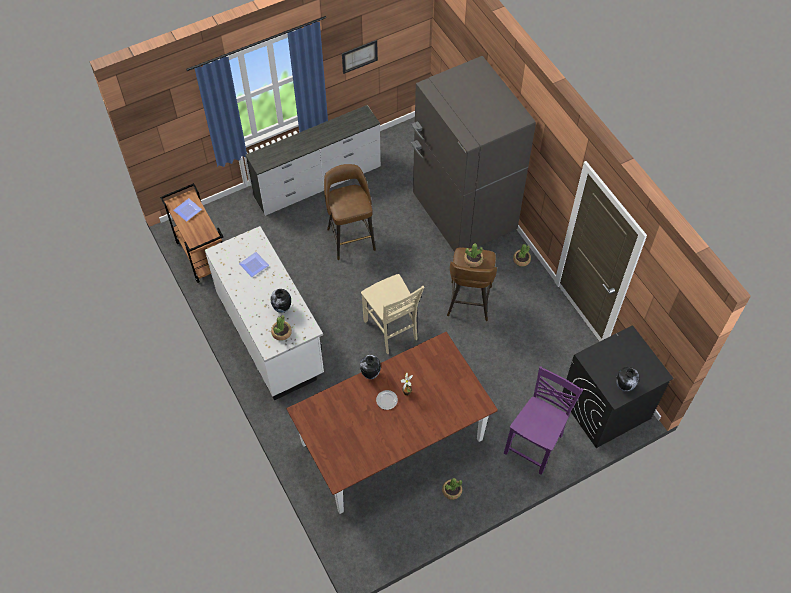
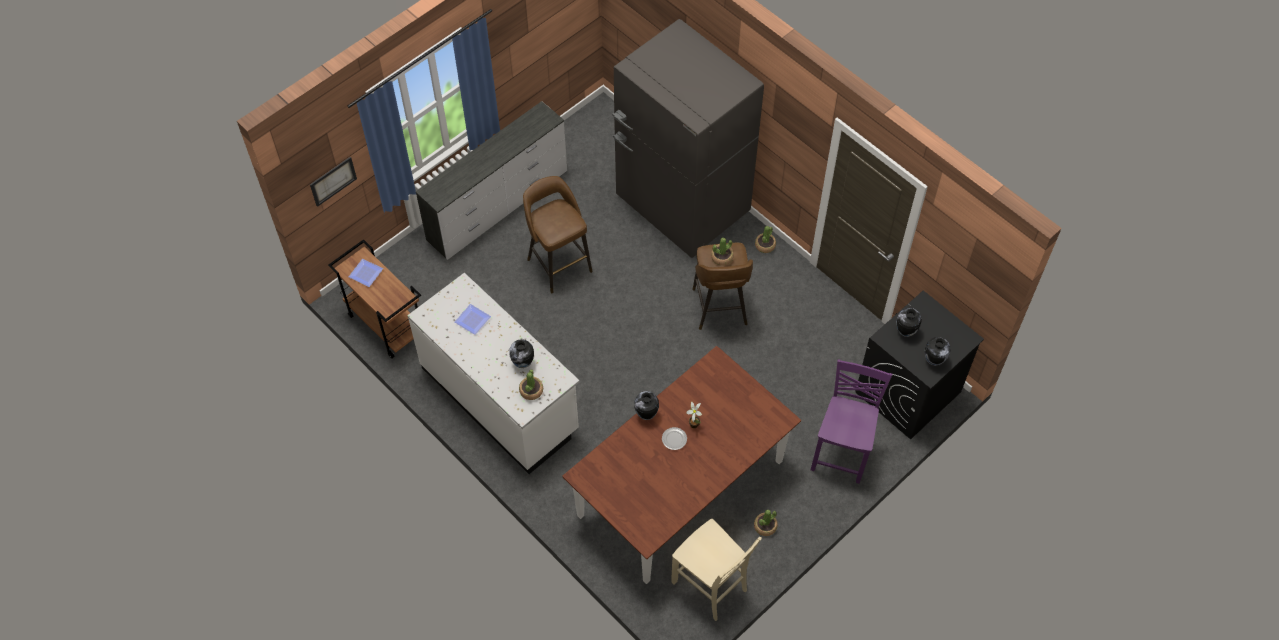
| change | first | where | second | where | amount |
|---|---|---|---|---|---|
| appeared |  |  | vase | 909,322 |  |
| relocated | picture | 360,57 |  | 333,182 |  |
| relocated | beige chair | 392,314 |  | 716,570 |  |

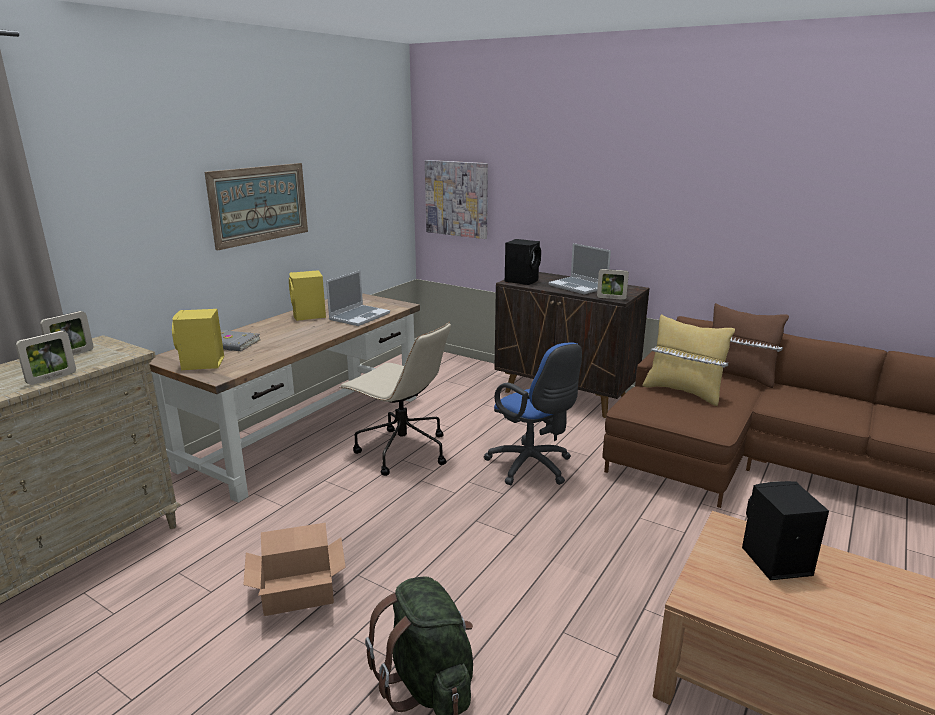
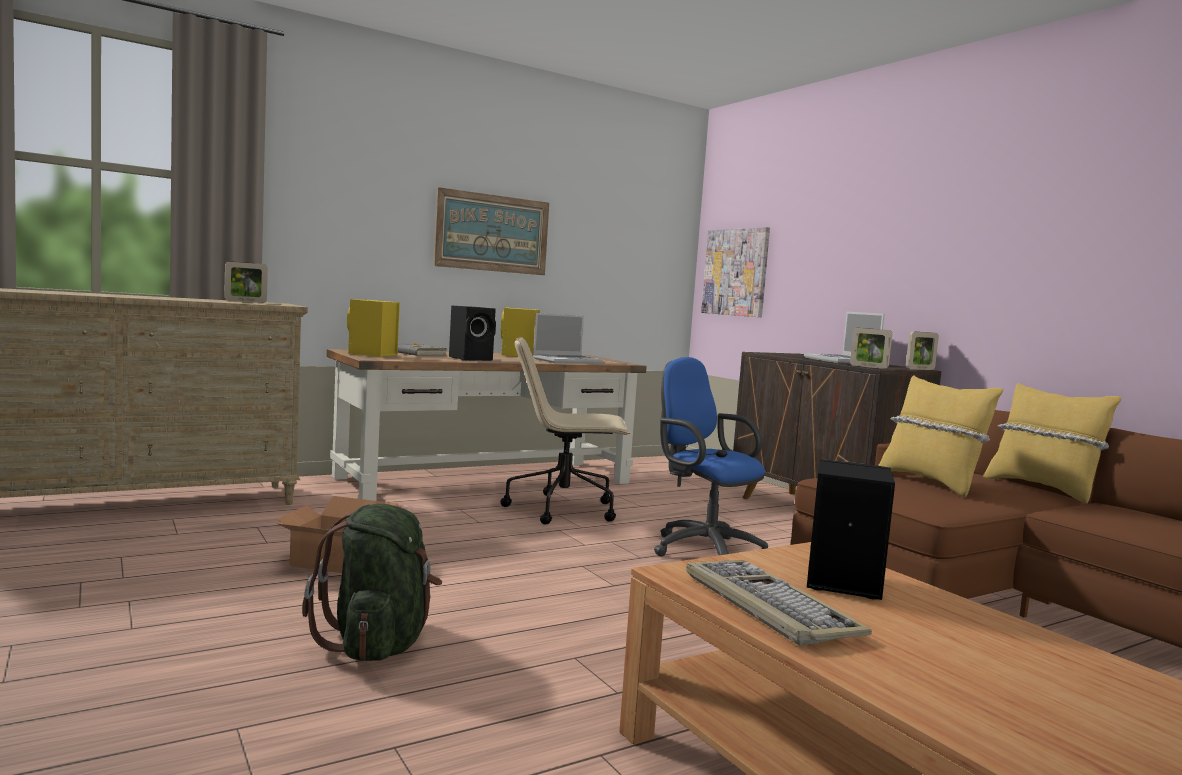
| change | first | where | second | where | amount |
|---|---|---|---|---|---|
| appeared |  |  | keyboard | 779,603 |  |
| relocated | picture frame | 45,358 |  | 922,350 |  |
| relocated | black speaker | 523,262 |  | 472,333 |  |
| colour | brown pillow | 751,345 | yellow pillow | 1052,443 |  |
| spun | beige office chair | 395,399 |  | 565,430 | 120 degrees clockwise |
| spun | blue office chair | 533,413 |  | 711,457 | 150 degrees clockwise |

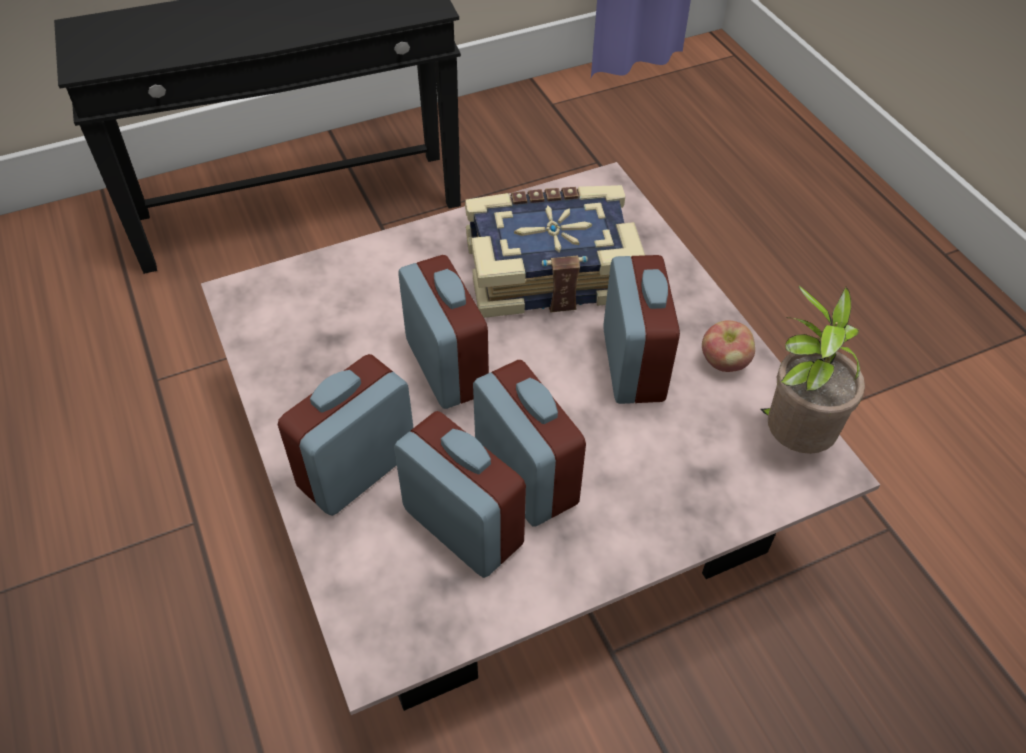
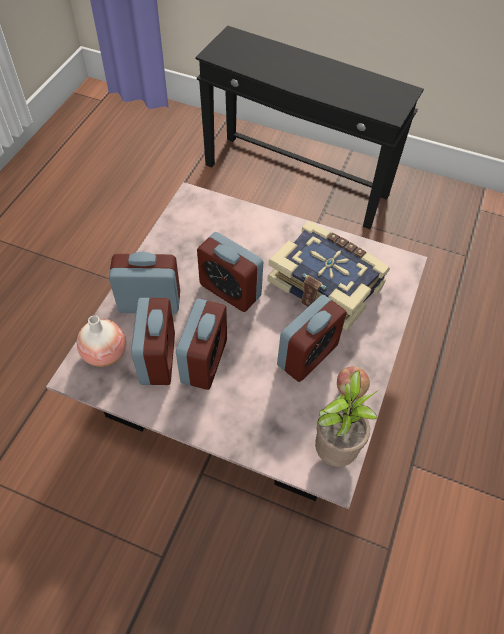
| change | first | where | second | where | amount |
|---|---|---|---|---|---|
| appeared |  |  | vase | 101,341 |  |
| spun | alarm clock | 443,332 |  | 230,272 | 105 degrees clockwise |

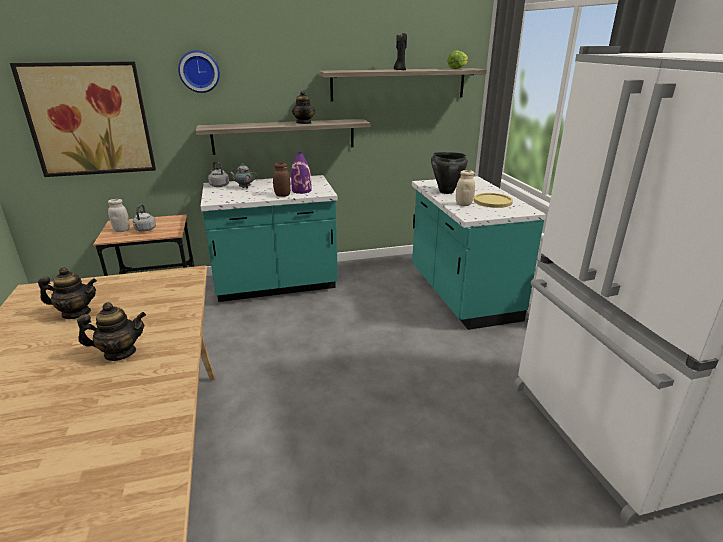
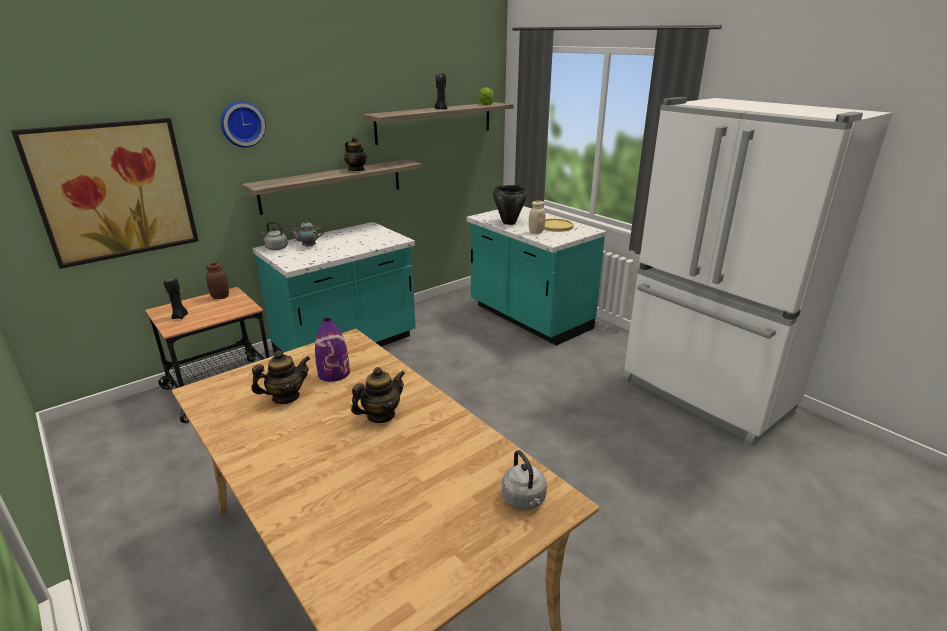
| change | first | where | second | where | amount |
|---|---|---|---|---|---|
| relocated | grey kettle | 144,218 |  | 524,480 |  |
| relocated | brown jar | 282,180 |  | 217,281 |  |
| relocated | purple vase | 301,173 |  | 332,350 |  |
| exchanged | white jar | 119,215 | black candle | 176,298 |  |

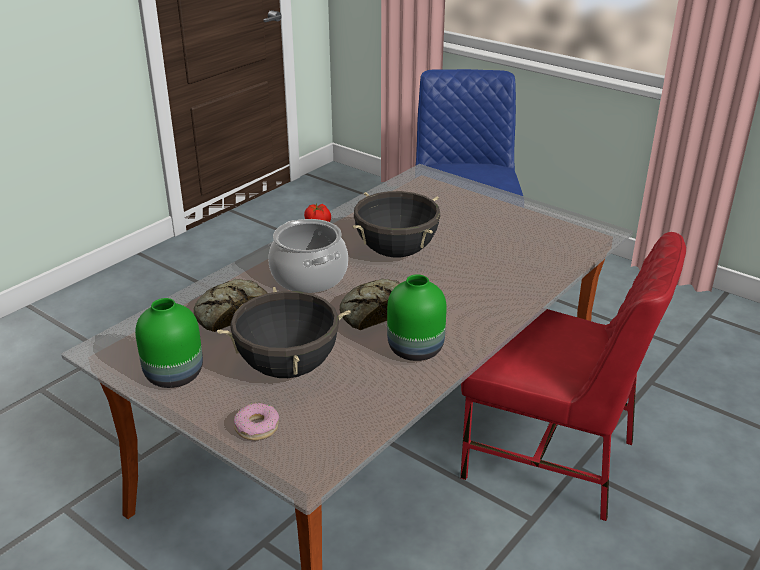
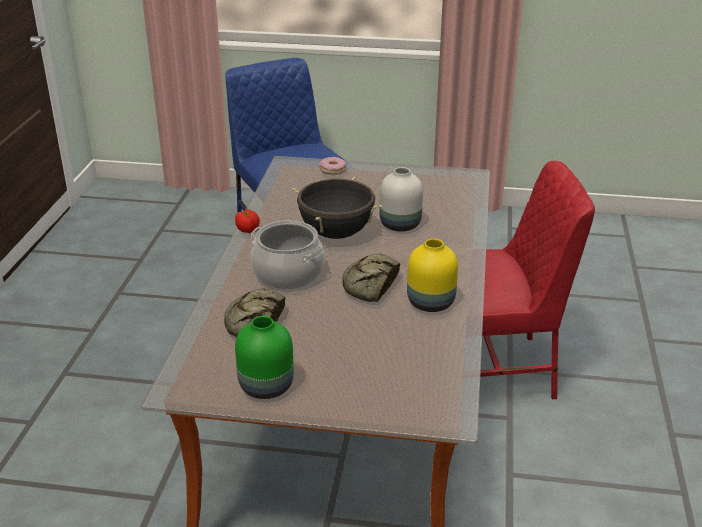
| change | first | where | second | where | amount |
|---|---|---|---|---|---|
| missing | black cooking pot | 283,332 |  |  |  |
| appeared |  |  | white vase | 401,199 |  |
| relocated | donut | 257,421 |  | 332,165 |  |
| colour | green vase | 417,317 | yellow vase | 432,275 |  |

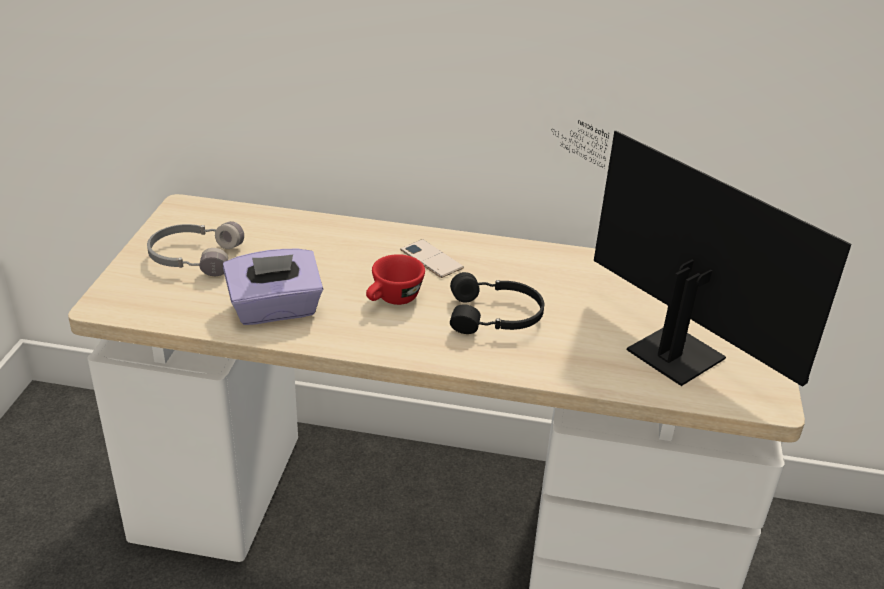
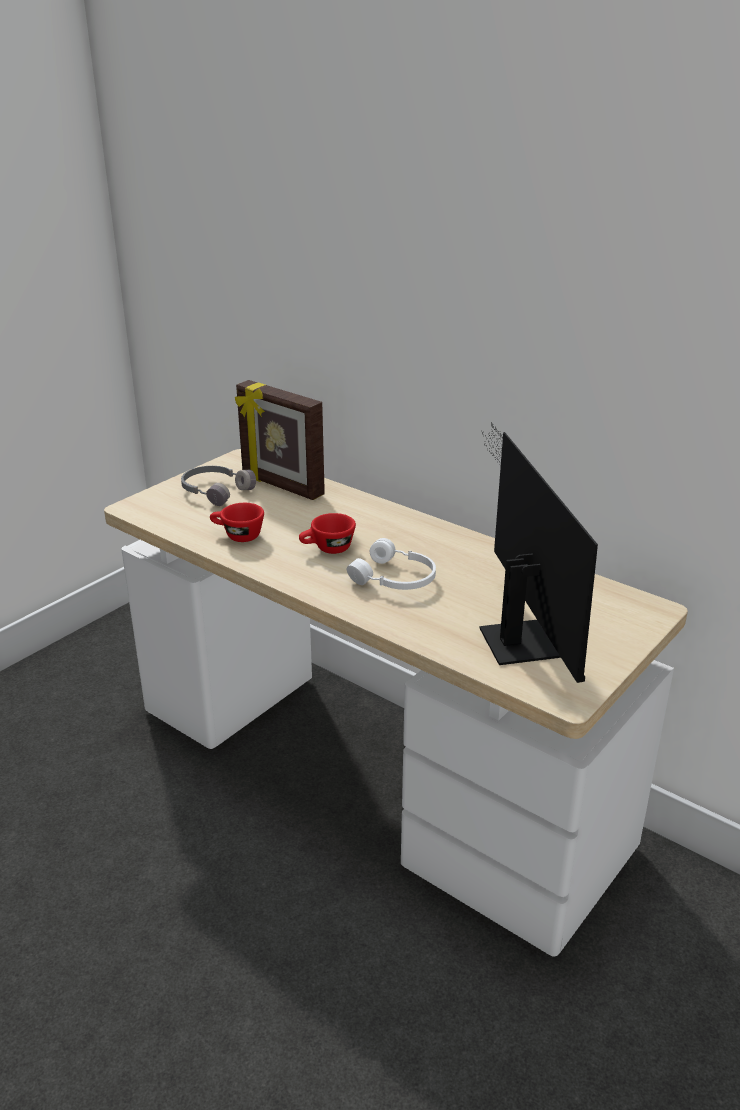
| change | first | where | second | where | amount |
|---|---|---|---|---|---|
| missing | phone | 432,258 |  |  |  |
| appeared |  |  | picture frame | 280,440 |  |
| exchanged | purple tissue box | 273,287 | red cup | 237,522 |  |
| colour | black headphones | 497,303 | white headphones | 391,564 |  |

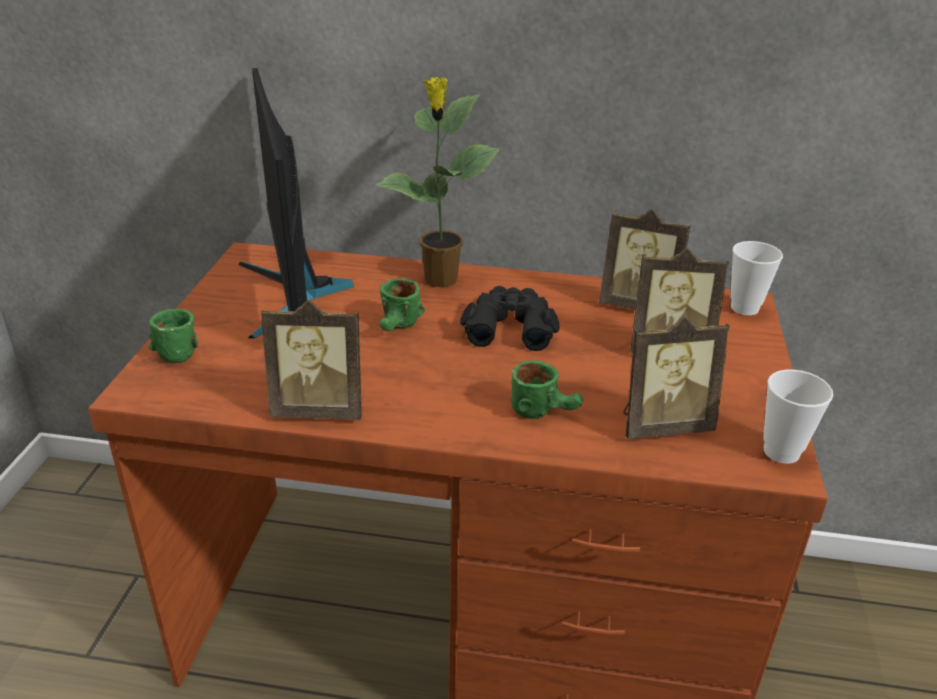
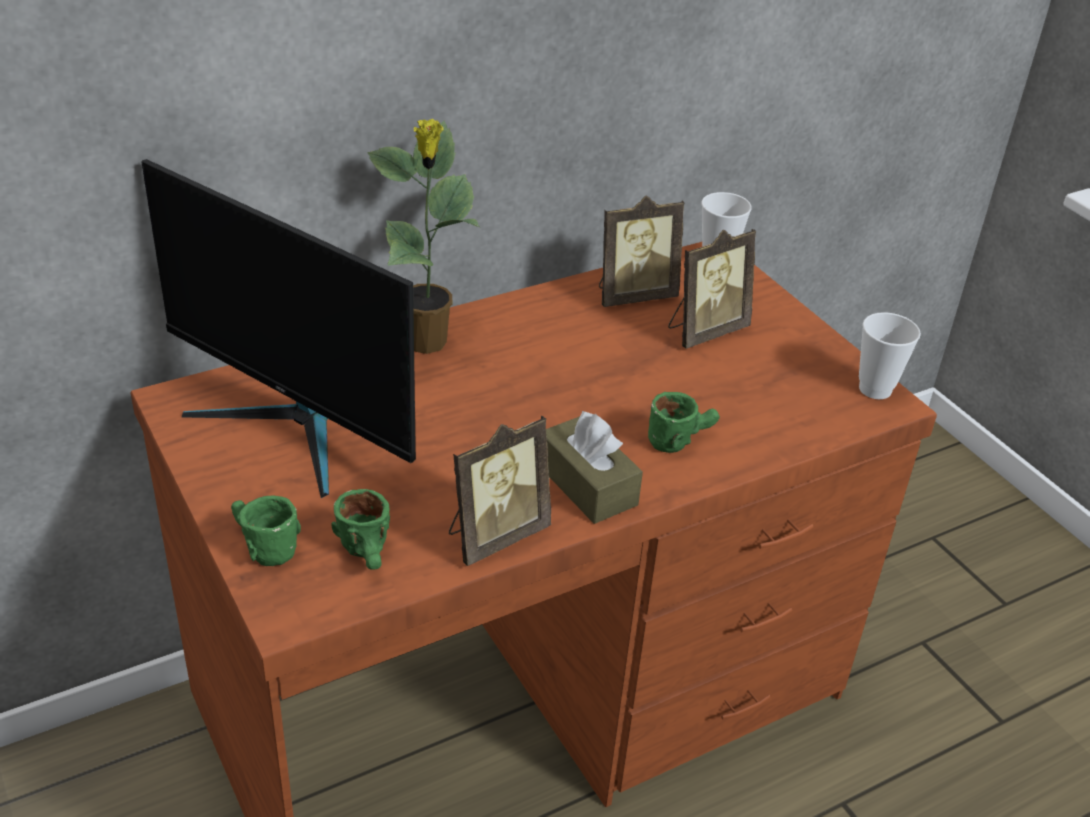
| change | first | where | second | where | amount |
|---|---|---|---|---|---|
| missing | black binoculars | 510,318 |  |  |  |
| missing | picture frame | 676,377 |  |  |  |
| appeared |  |  | brown tissue box | 594,467 |  |
| relocated | green mug | 402,304 |  | 360,529 |  |

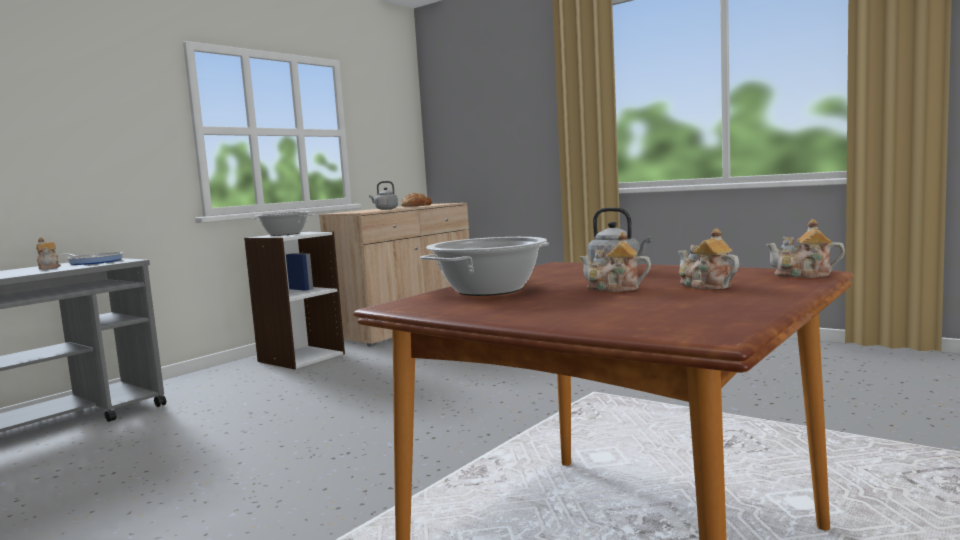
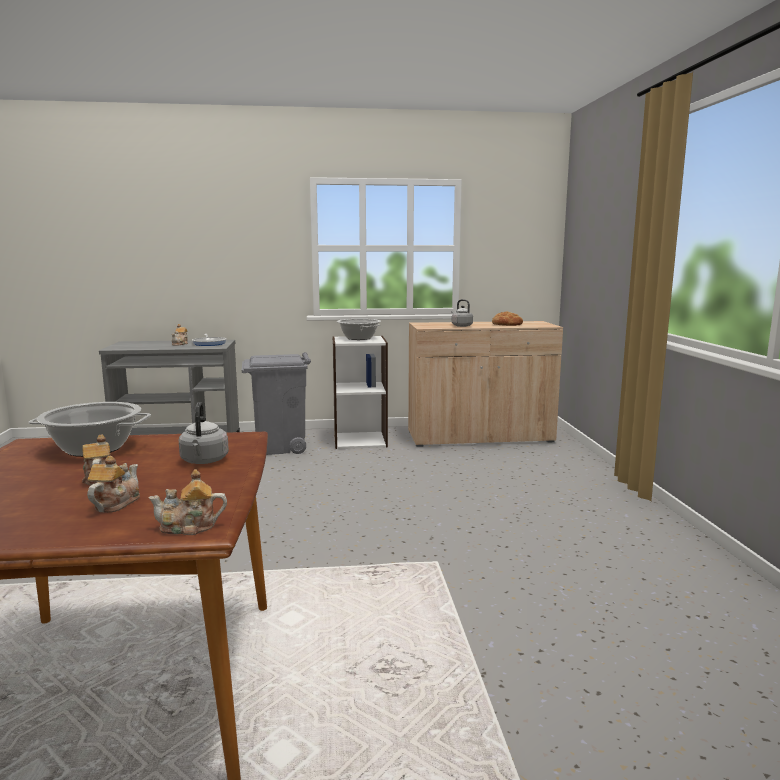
| change | first | where | second | where | amount |
|---|---|---|---|---|---|
| appeared |  |  | grey trash can | 276,403 |  |
| spun | teapot | 805,248 |  | 188,502 | 75 degrees counterclockwise |

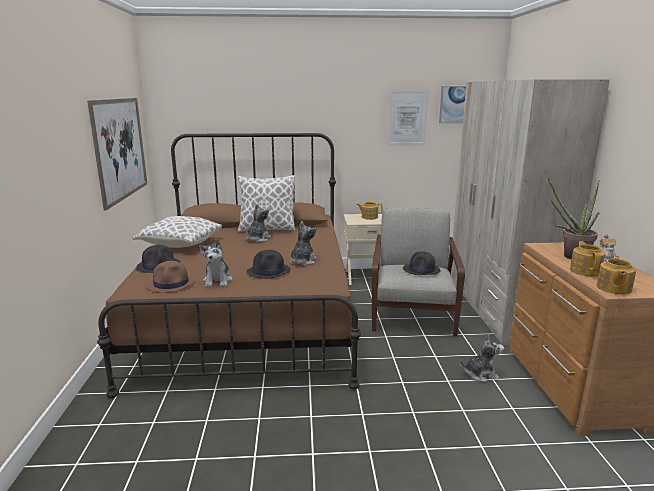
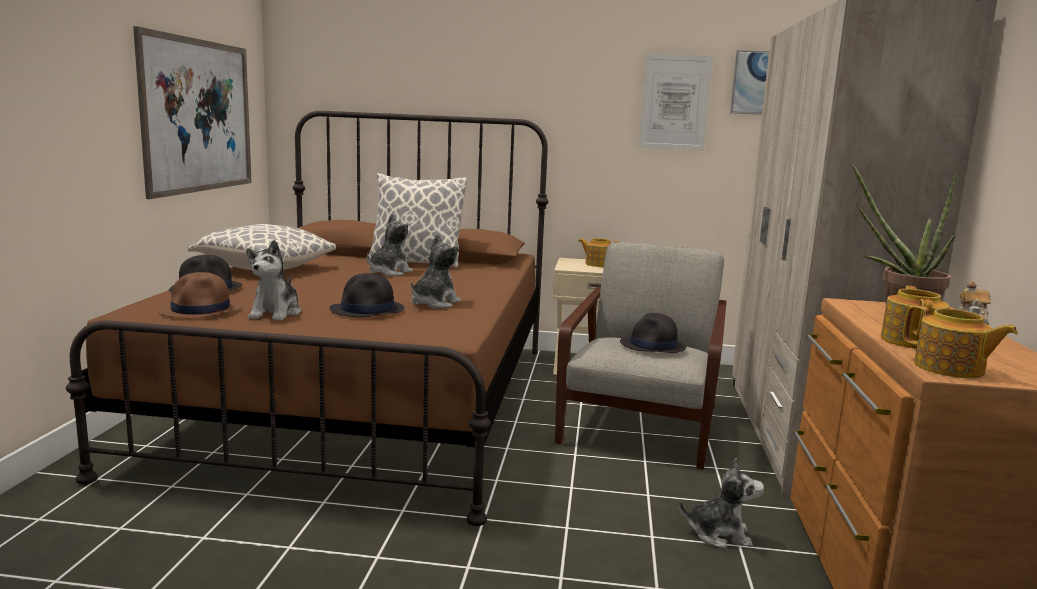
| change | first | where | second | where | amount |
|---|---|---|---|---|---|
| spun | teapot | 616,275 |  | 960,342 | 75 degrees counterclockwise |

